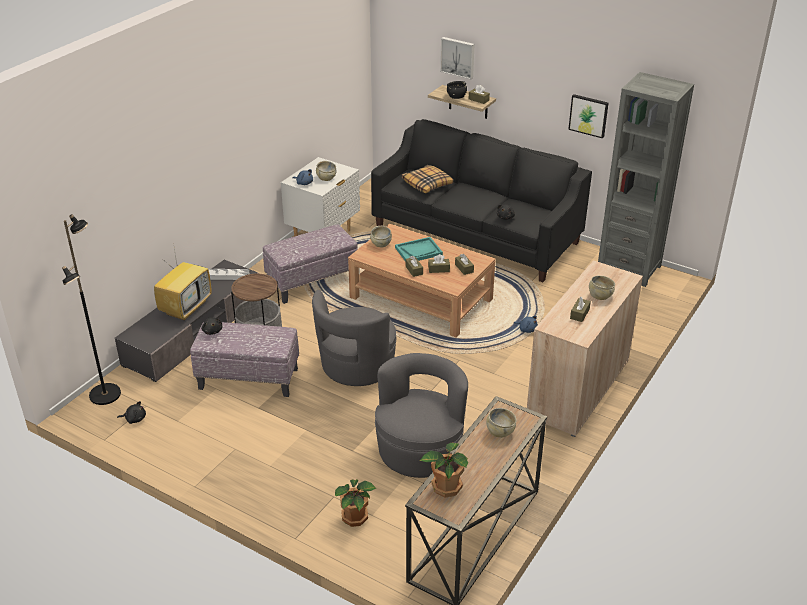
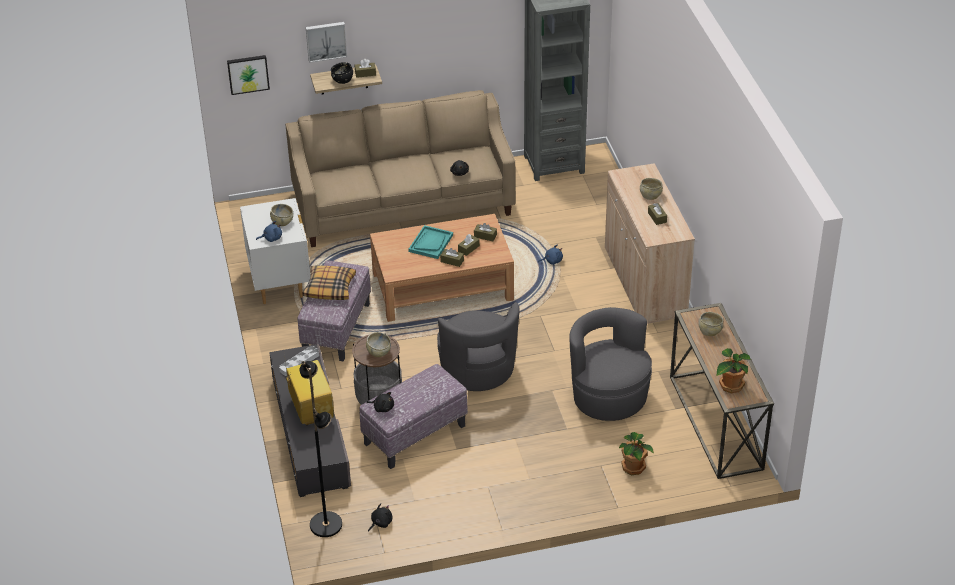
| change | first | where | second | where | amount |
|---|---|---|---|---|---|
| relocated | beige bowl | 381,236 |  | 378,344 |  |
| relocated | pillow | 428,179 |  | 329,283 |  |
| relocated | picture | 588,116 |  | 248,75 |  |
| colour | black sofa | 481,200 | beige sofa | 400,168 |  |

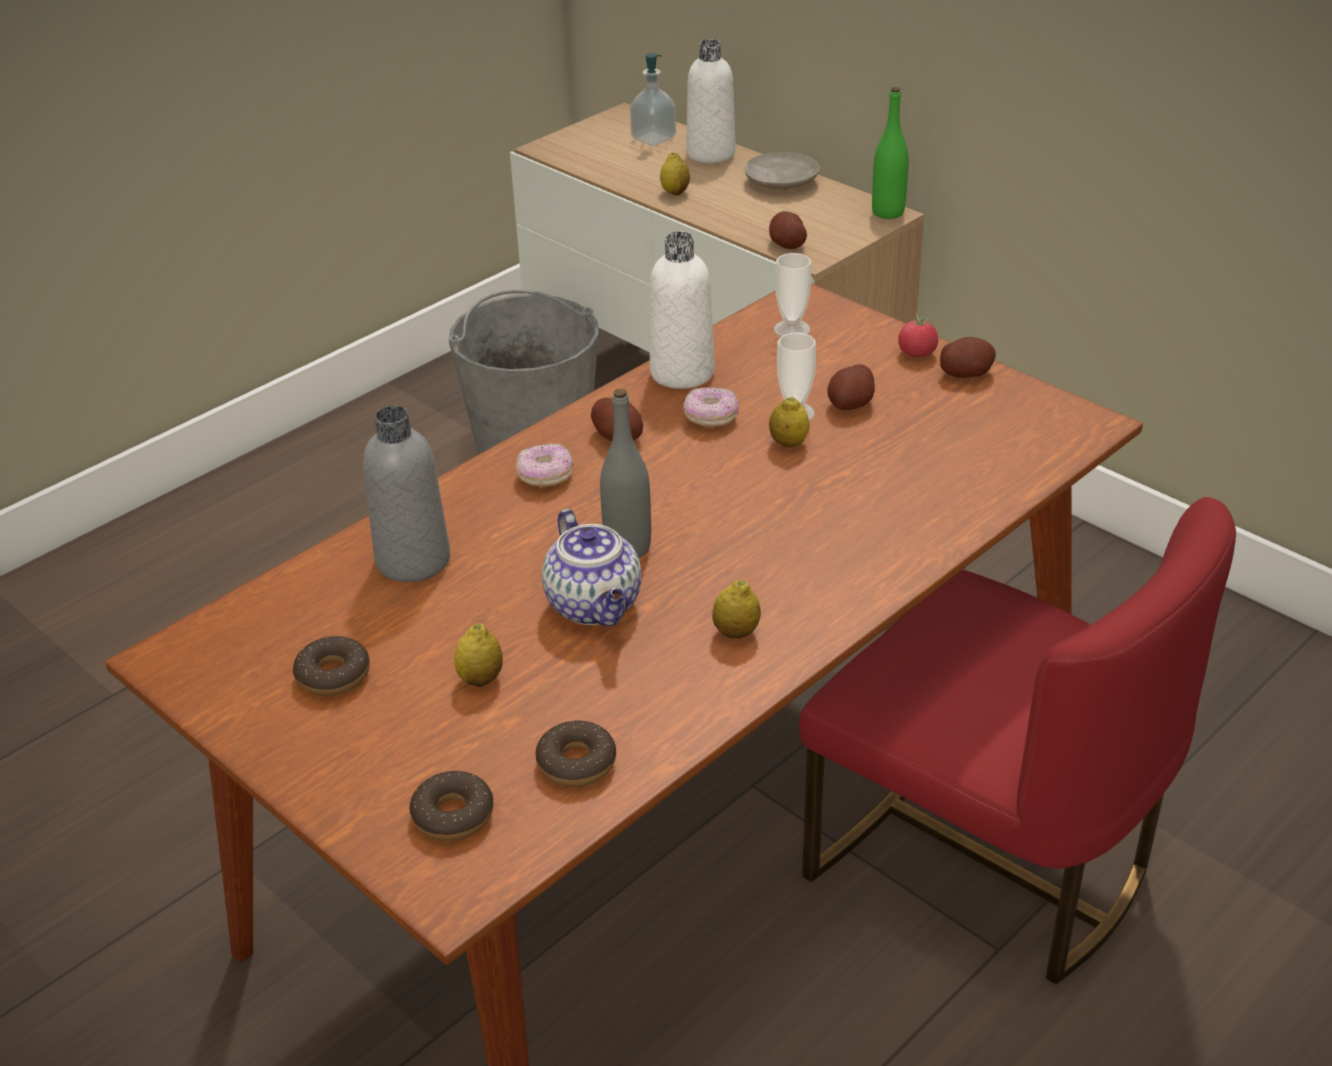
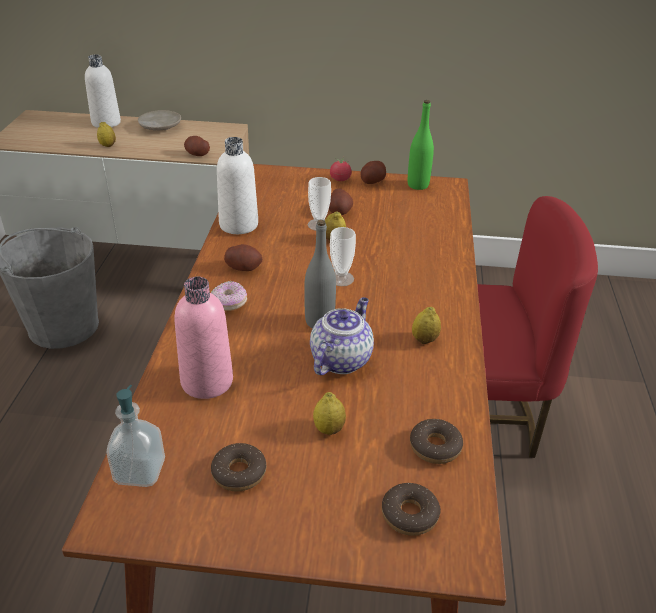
| change | first | where | second | where | amount |
|---|---|---|---|---|---|
| missing | donut | 710,407 |  |  |  |
| relocated | soap dispenser | 653,99 |  | 136,436 |  |
| relocated | cup | 792,295 |  | 343,256 |  |
| relocated | green bottle | 890,153 |  | 421,145 |  |
| colour | grey bottle | 406,494 | pink bottle | 204,338 |  |
| spun | teapot | 592,567 |  | 342,336 | 90 degrees counterclockwise |

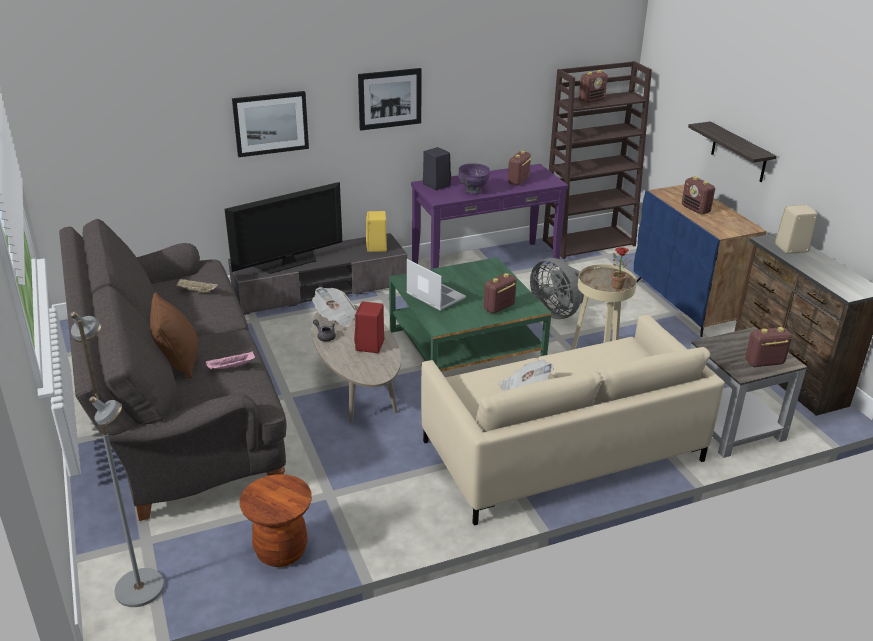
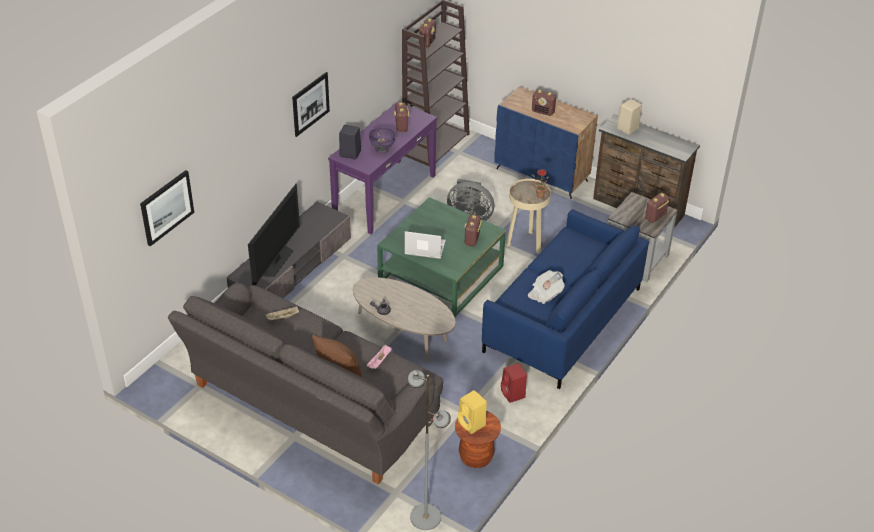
| change | first | where | second | where | amount |
|---|---|---|---|---|---|
| missing | newspaper | 334,307 |  |  |  |
| missing | shelf | 732,151 |  |  |  |
| relocated | picture | 270,124 |  | 167,208 |  |
| relocated | red speaker | 369,327 |  | 514,383 |  |
| relocated | yellow speaker | 376,231 |  | 472,412 |  |
| colour | beige sofa | 573,420 | blue sofa | 565,299 |  |

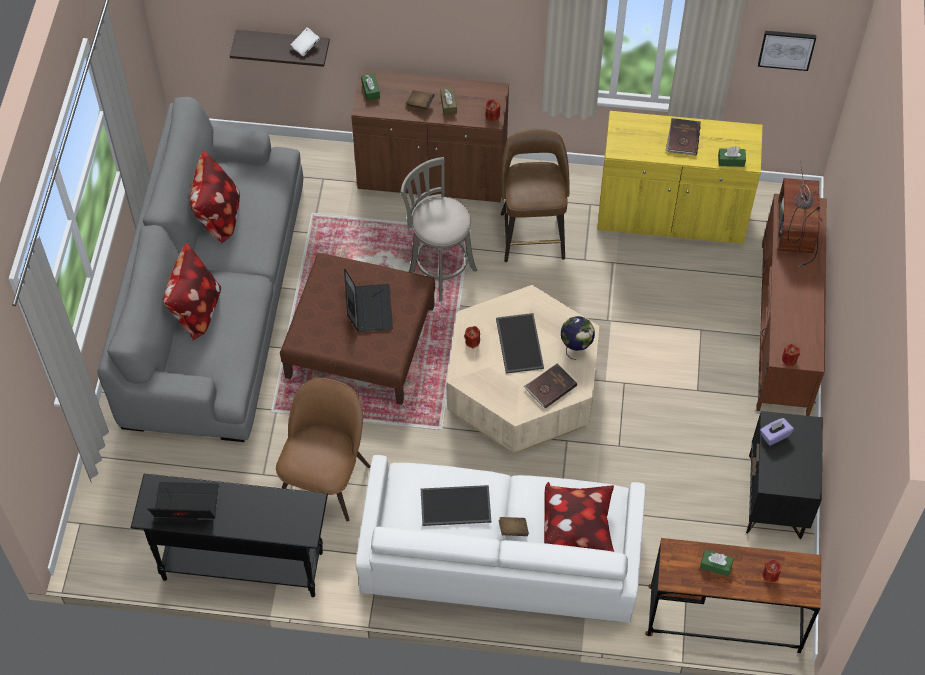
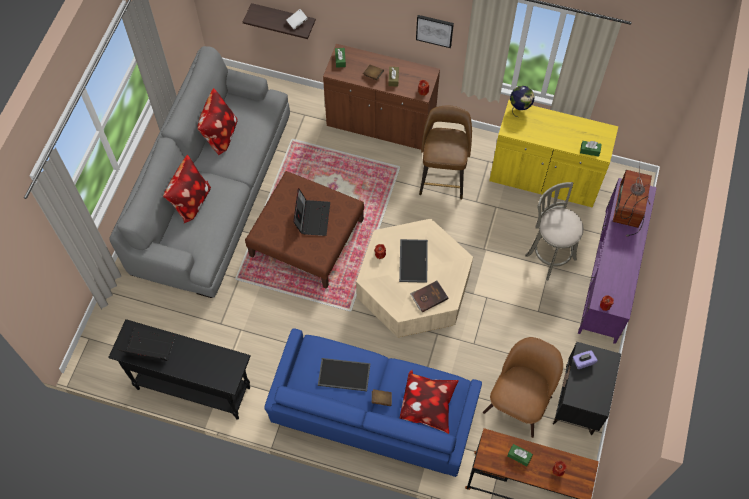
| change | first | where | second | where | amount |
|---|---|---|---|---|---|
| missing | brown book | 683,136 |  |  |  |
| relocated | brown chair | 323,450 |  | 523,387 |  |
| relocated | grey stool | 438,229 |  | 554,231 |  |
| relocated | globe | 578,338 |  | 522,101 |  |
| relocated | picture | 787,51 |  | 435,31 |  |
| colour | white sofa | 501,539 | blue sofa | 373,402 |  |
| colour | brown tv stand | 791,305 | purple tv stand | 617,261 |  |

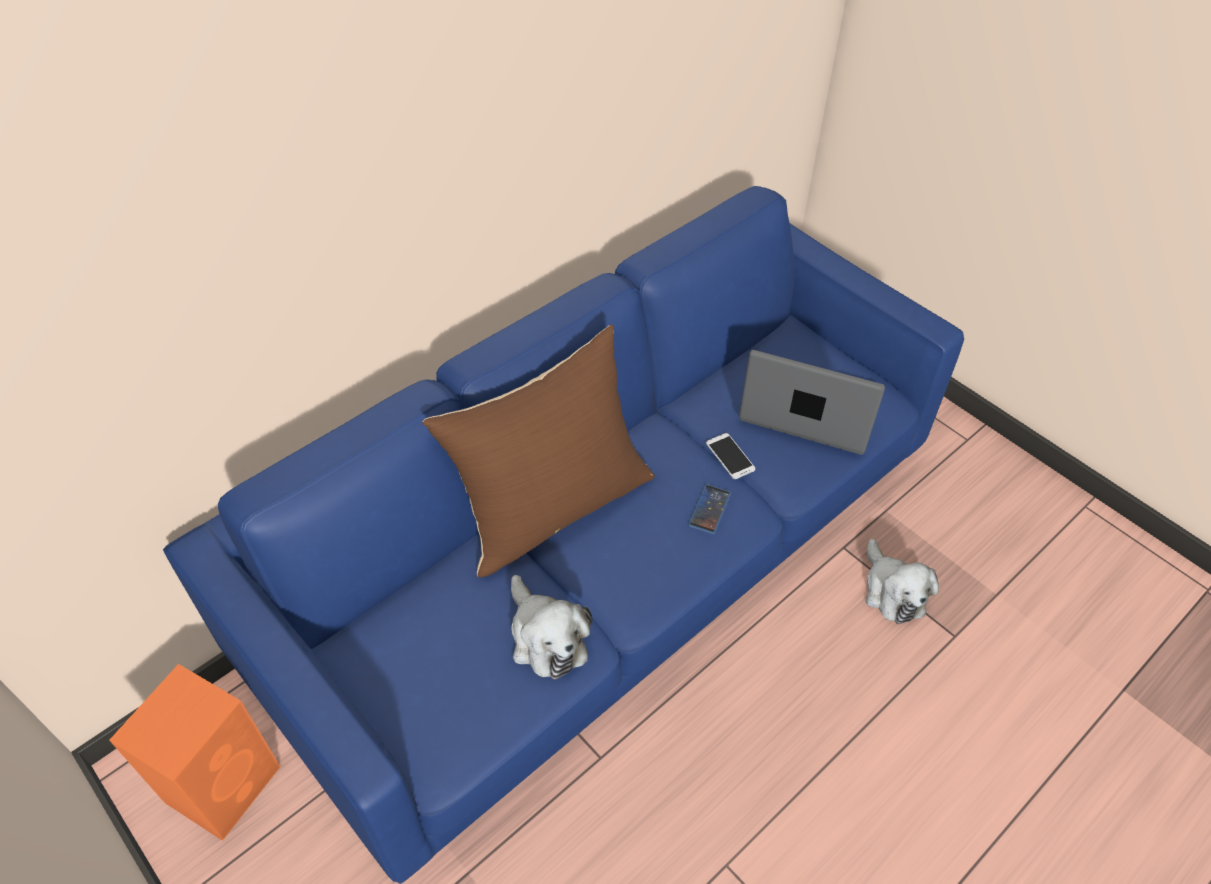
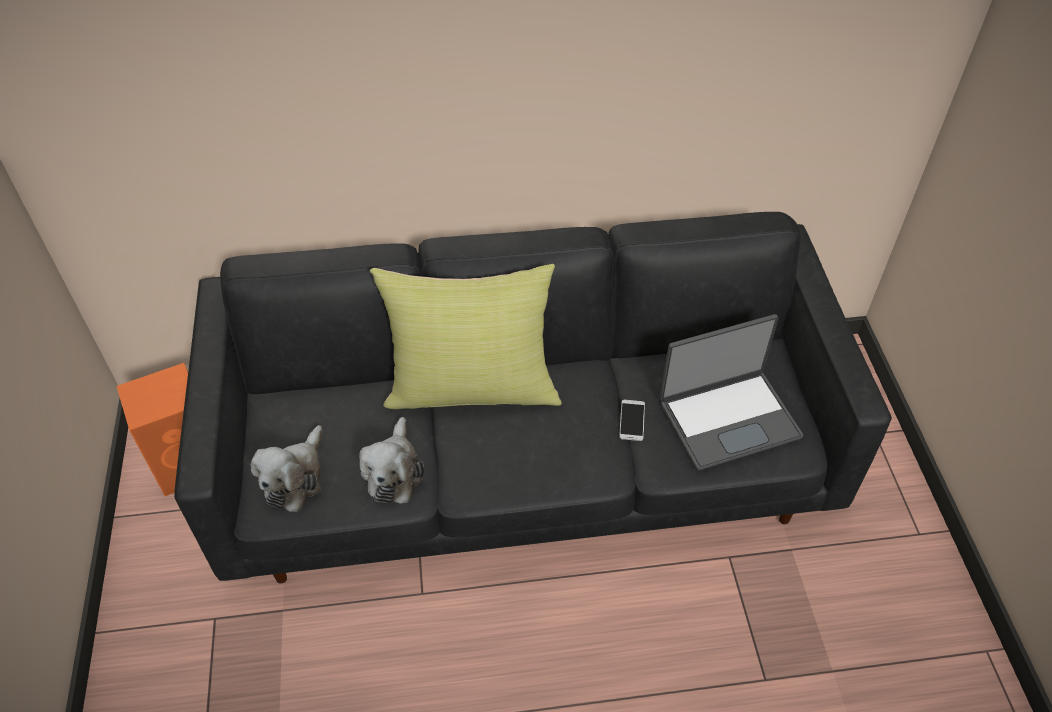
| change | first | where | second | where | amount |
|---|---|---|---|---|---|
| missing | phone | 710,509 |  |  |  |
| relocated | plush toy | 902,581 |  | 287,468 |  |
| colour | blue sofa | 563,535 | black sofa | 533,397 |  |
| colour | brown pillow | 538,451 | yellow pillow | 466,336 |  |
| spun | laptop | 812,402 |  | 731,392 | 105 degrees clockwise |

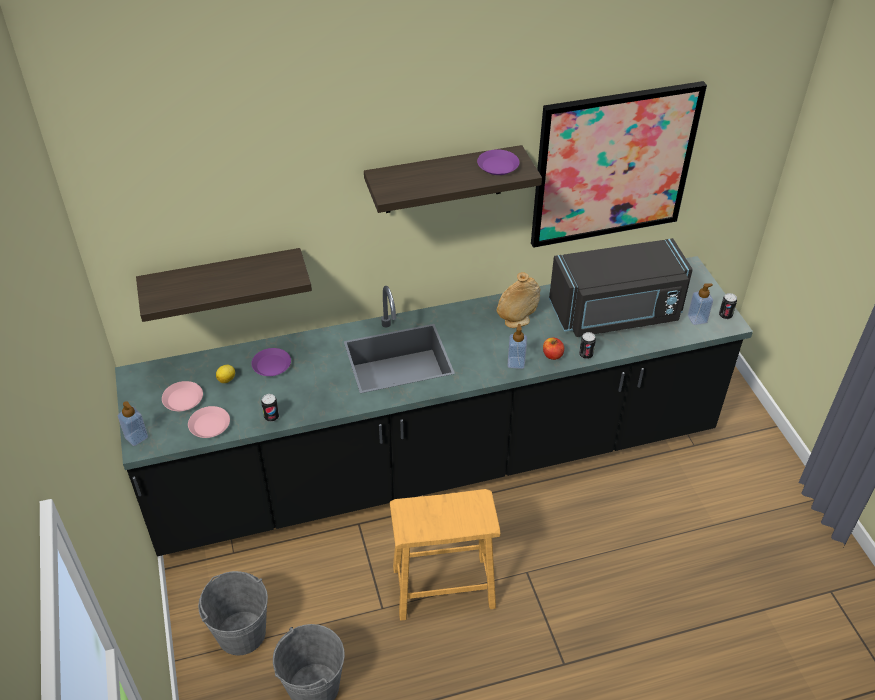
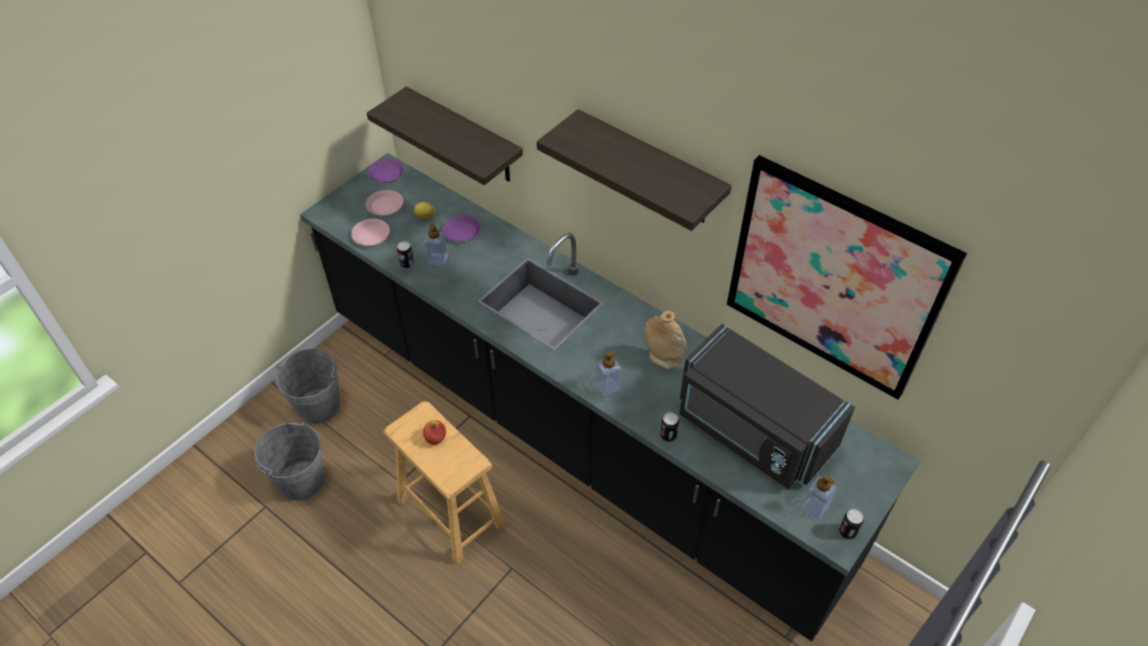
| change | first | where | second | where | amount |
|---|---|---|---|---|---|
| relocated | soap dispenser | 133,423 |  | 436,245 |  |
| relocated | purple plate | 498,162 |  | 386,171 |  |
| relocated | apple | 553,349 |  | 434,432 |  |

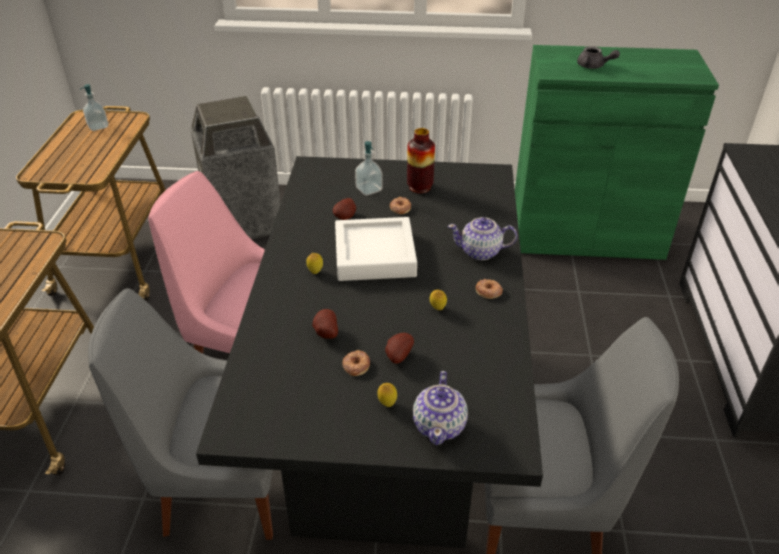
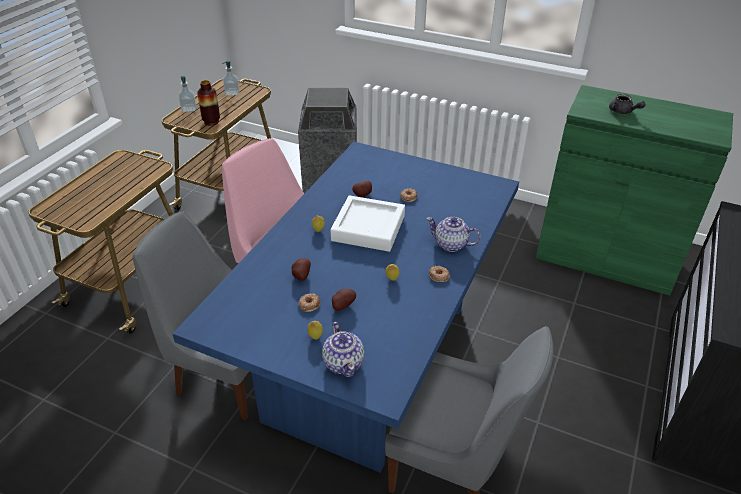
| change | first | where | second | where | amount |
|---|---|---|---|---|---|
| relocated | soap dispenser | 369,168 |  | 187,94 |  |
| relocated | vase | 421,161 |  | 208,103 |  |
| colour | black dining table | 369,352 | blue dining table | 345,307 |  |
| spun | teapot | 440,408 |  | 343,349 | 45 degrees counterclockwise |

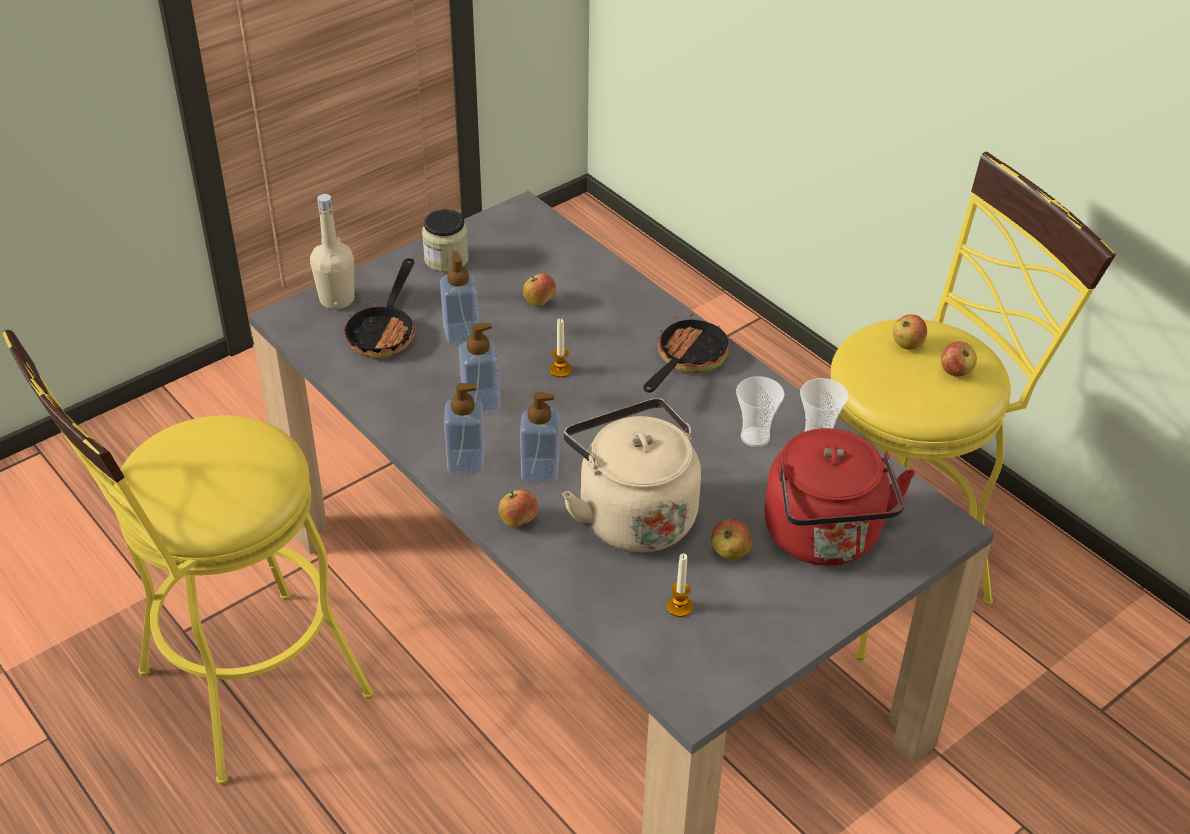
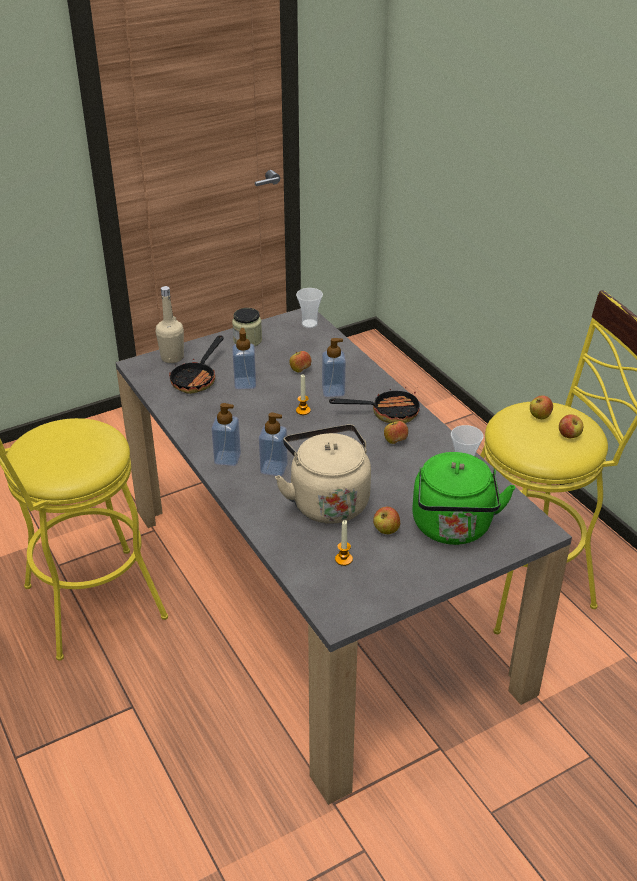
| change | first | where | second | where | amount |
|---|---|---|---|---|---|
| relocated | soap dispenser | 479,367 |  | 334,367 |  |
| relocated | apple | 518,508 |  | 396,432 |  |
| relocated | cup | 760,411 |  | 309,308 |  |
| colour | red kettle | 839,497 | green kettle | 463,498 |  |
| spun | frying pan | 686,353 |  | 374,405 | 45 degrees clockwise |

